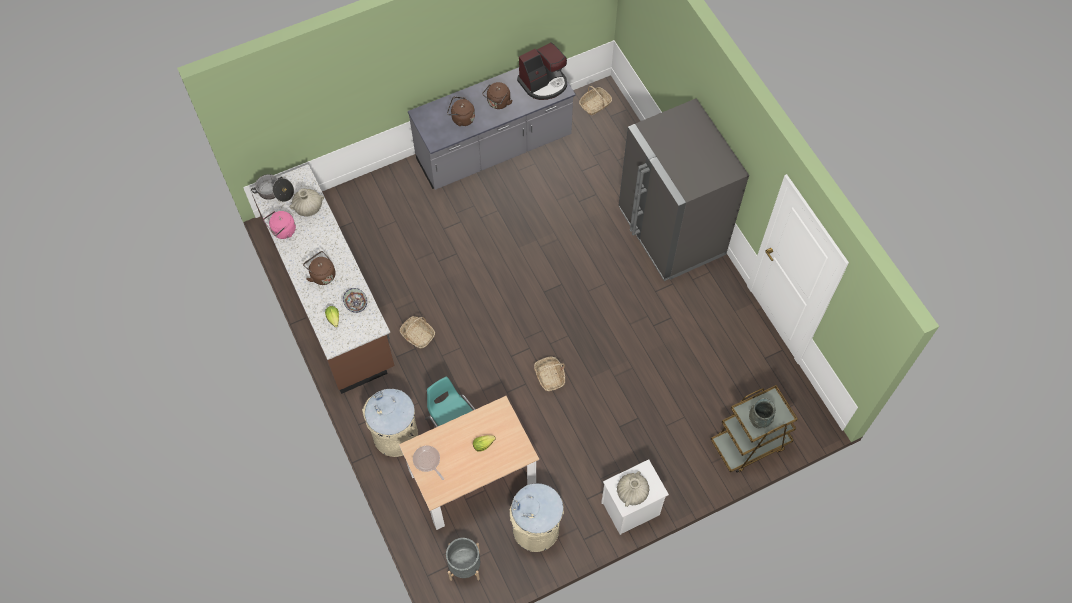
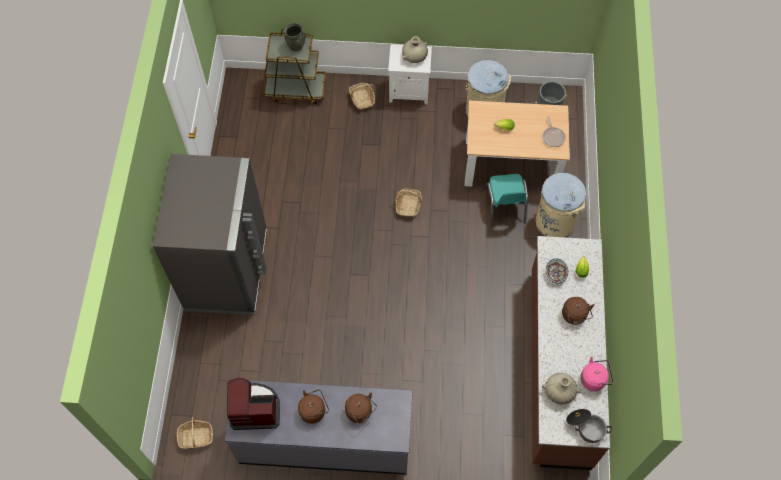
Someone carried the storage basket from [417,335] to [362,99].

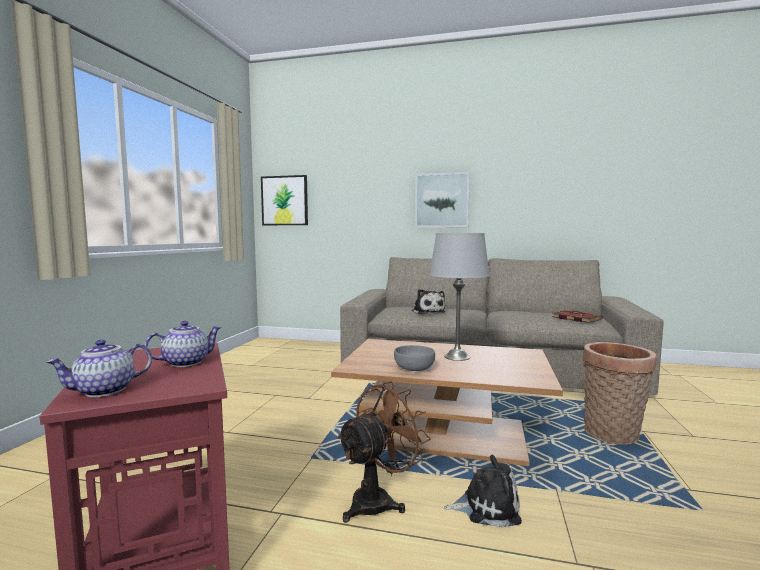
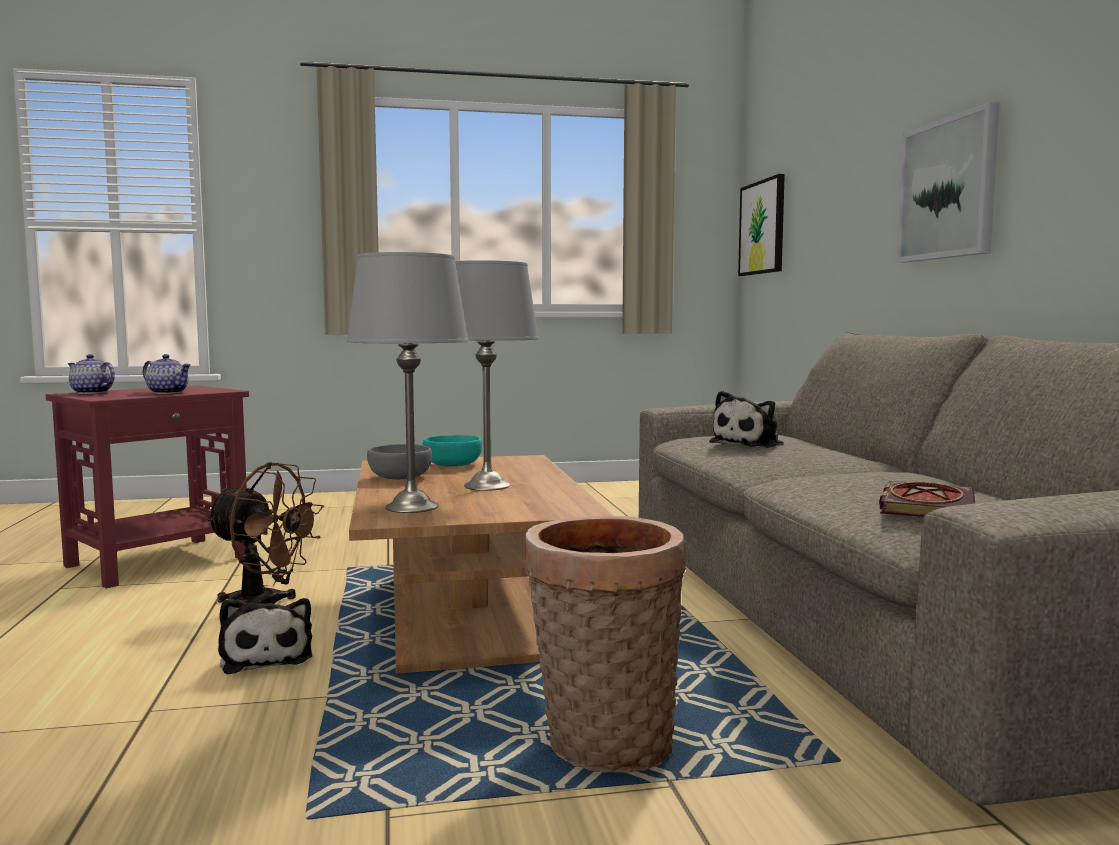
Someone put down the grey table lamp at [412,507]. Someone put down the blue-green deep dish at [453,465].

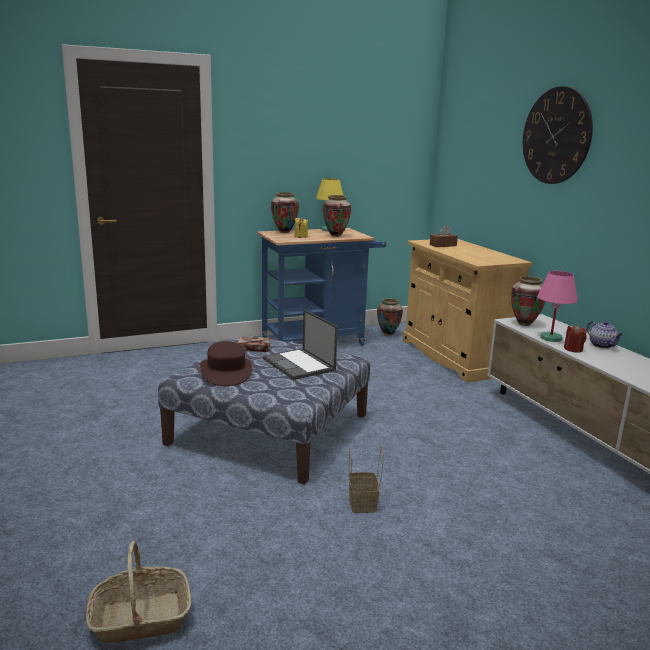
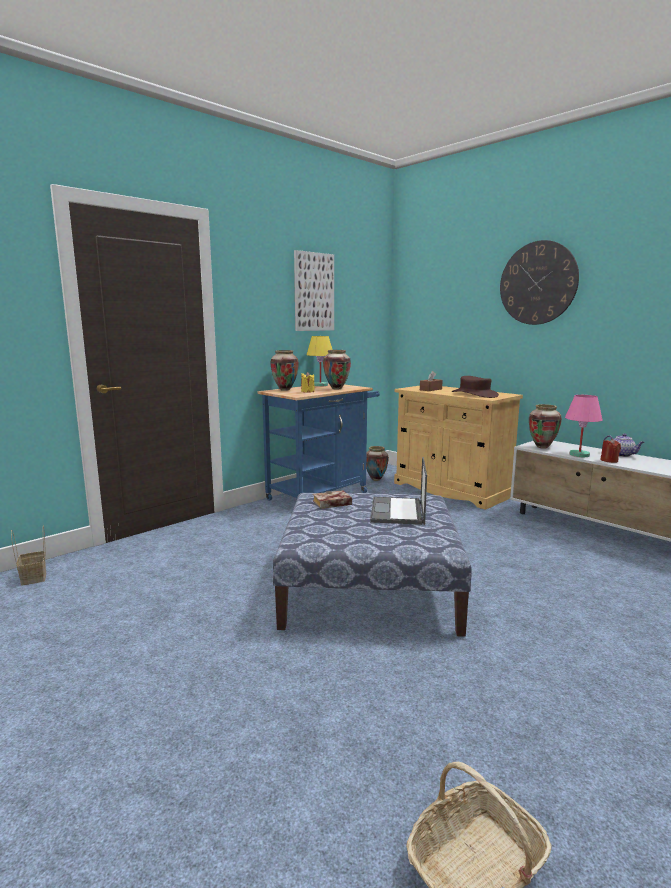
Someone carried the storage basket from [363,504] to [34,578]. Someone put up the wall art at [314,292]. Someone rotated the portable computer at [299,364] by 60 degrees clockwise. Someone carried the brown-coloured clothing hat from [226,372] to [474,394].

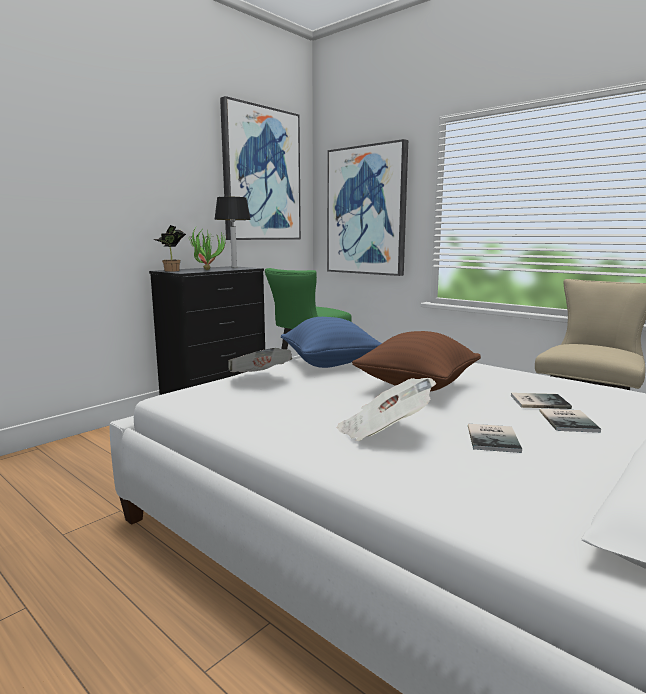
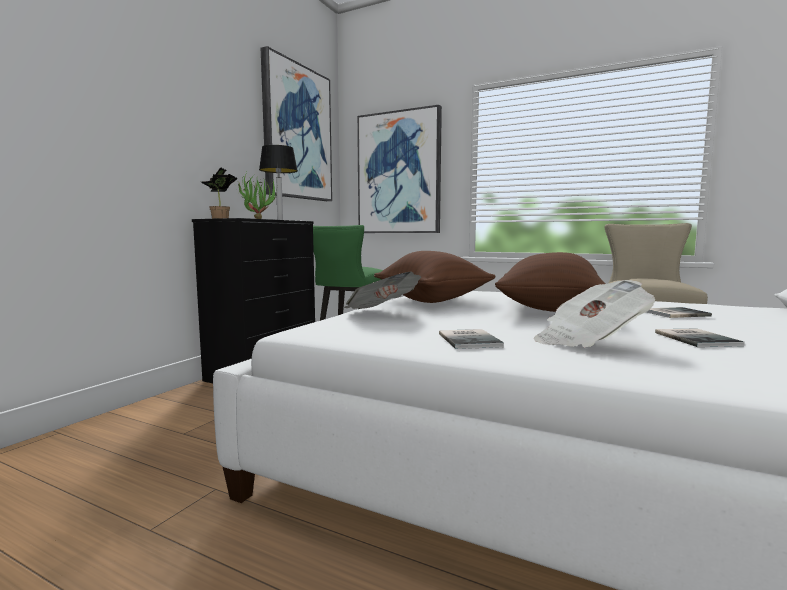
Someone repainted the blue pillow at [330,364], which became the brown-coloured pillow at [432,301]. Someone carried the book from [569,421] to [470,340].

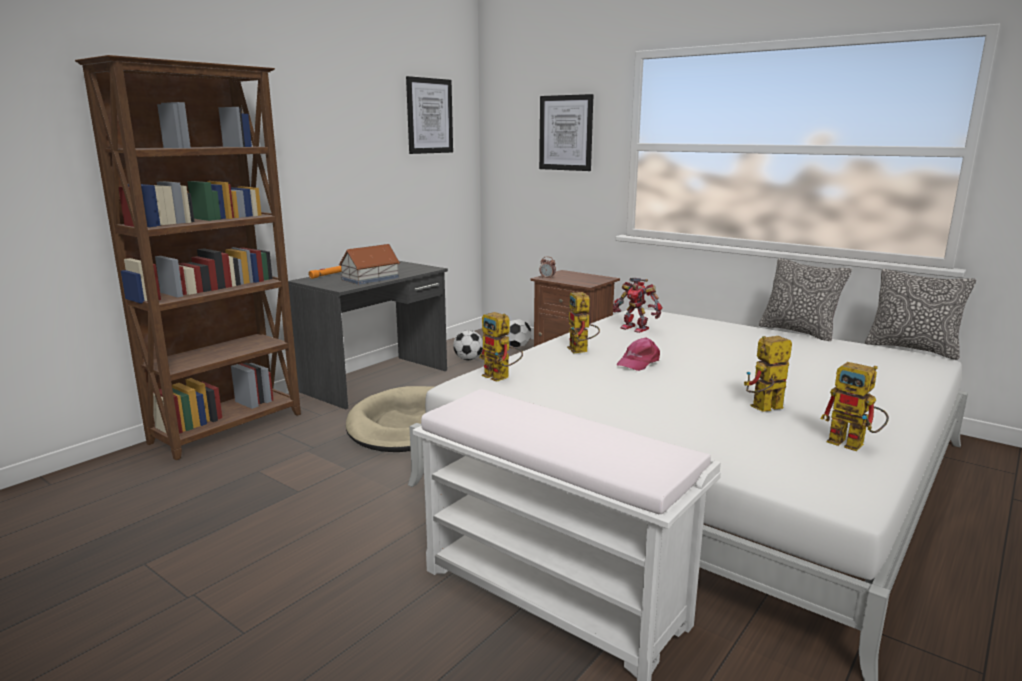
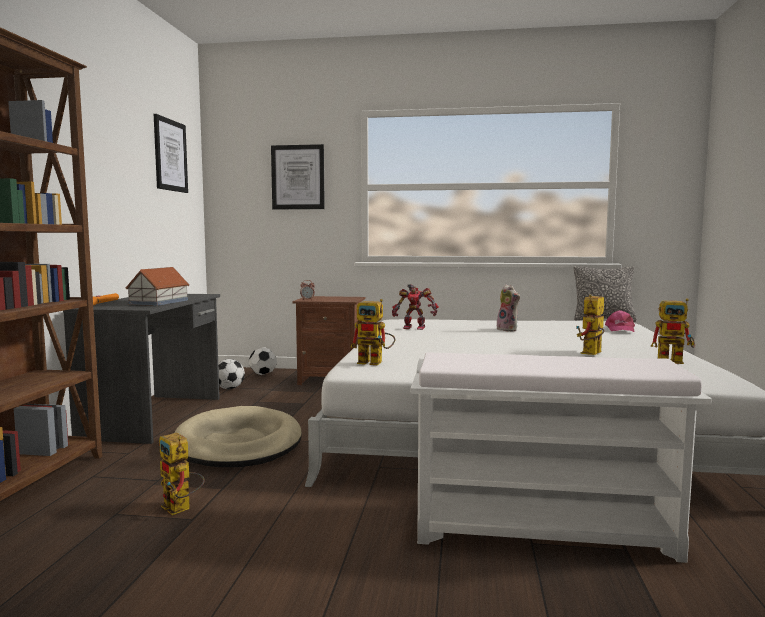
Someone carried the robot figure from [581,351] to [181,509]. Someone put down the cuddly toy at [508,330]. Someone carried the pink-coloured cap from [638,362] to [619,329]. Someone took away the pillow at [798,332].

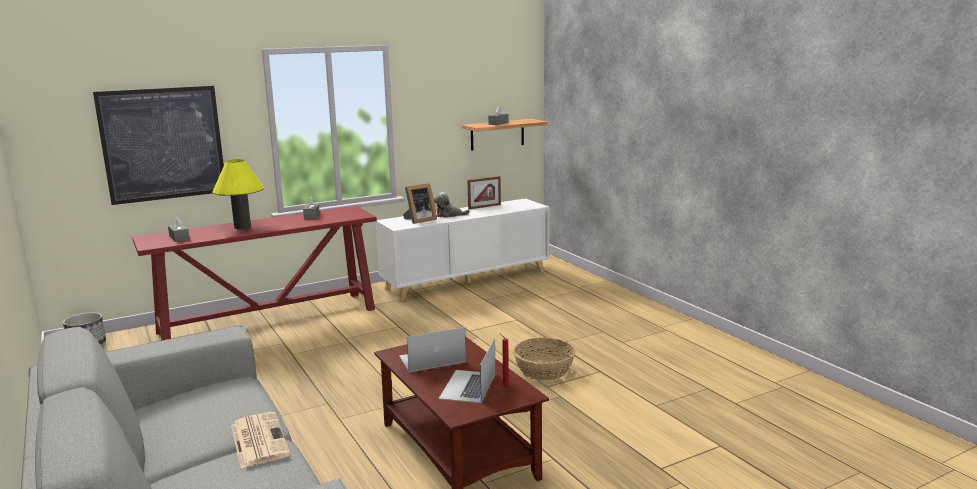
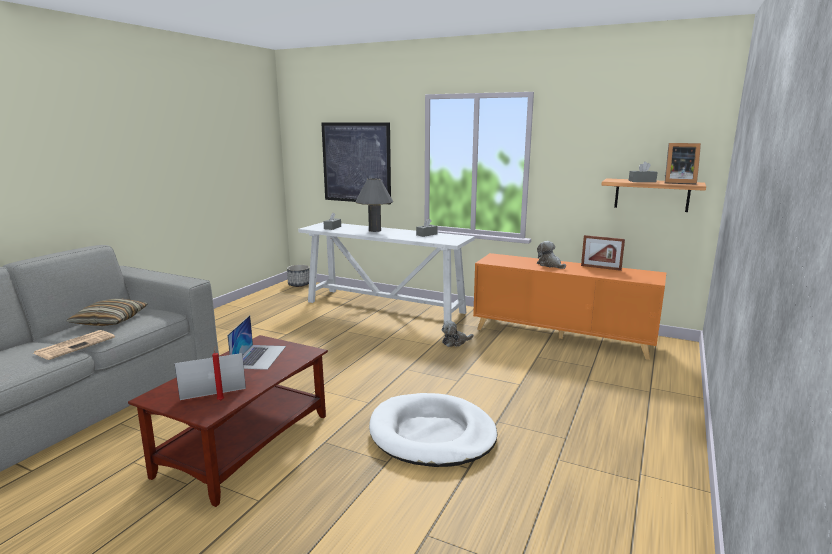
Someone put down the pillow at [110,320]. Someone rotated the portable computer at [432,359] by 60 degrees clockwise. Someone repainted the red-coloured narrow table at [270,320], which became the white narrow table at [385,307]. Someone repainted the yellowish table lamp at [242,227], which became the grey table lamp at [375,230]. Someone swapped the storage basket at [544,370] for the white dog cushion at [432,434]. Someone put down the cuddly toy at [455,342]. Someone repainted the white cabinet at [467,280], which became the orange-coloured cabinet at [562,336]. Someone carried the standing frame from [419,220] to [677,183].

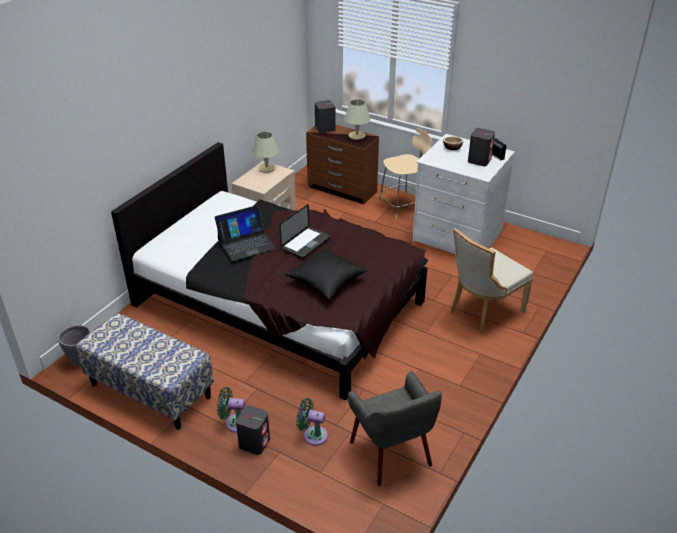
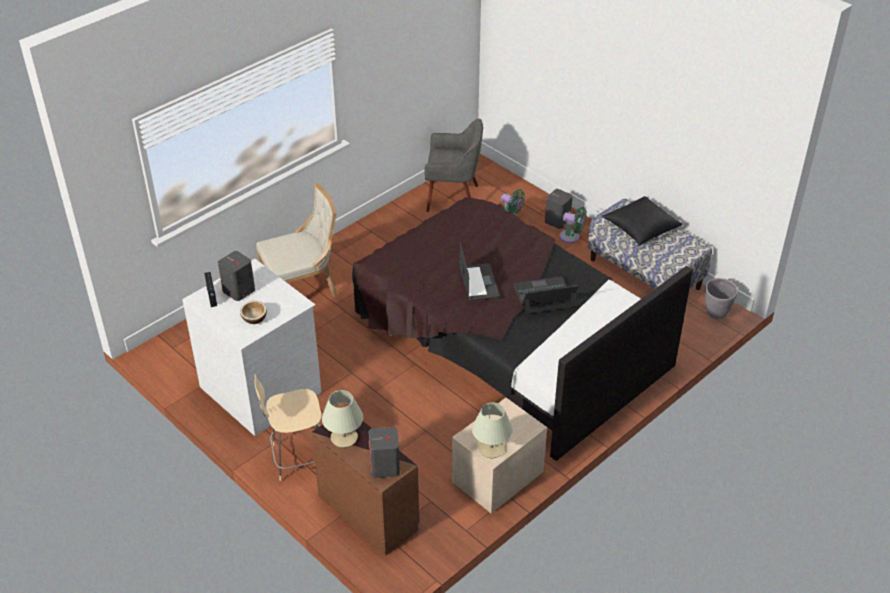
Someone rotated the grey lounge chair at [391,453] by 105 degrees clockwise. Someone rotated the portable computer at [305,243] by 120 degrees clockwise. Someone carried the black-coloured pillow from [326,281] to [641,228].

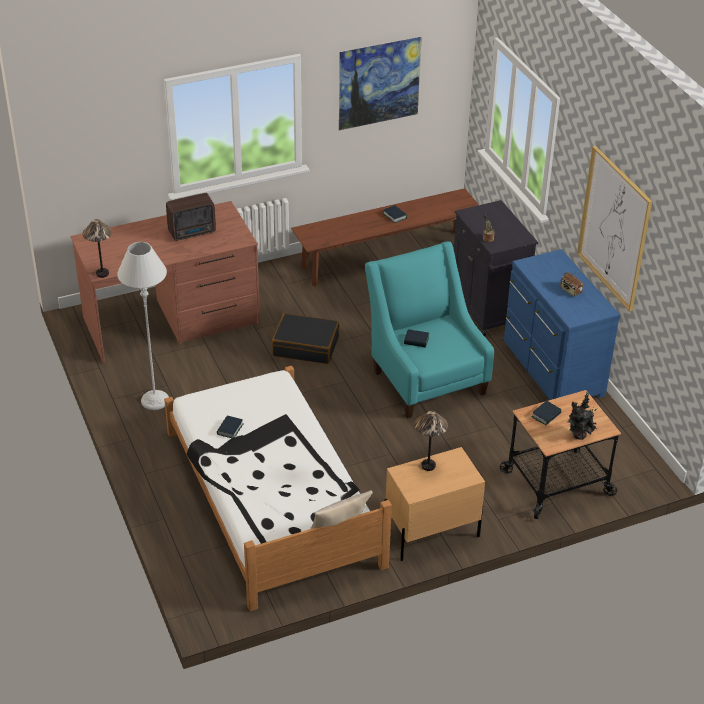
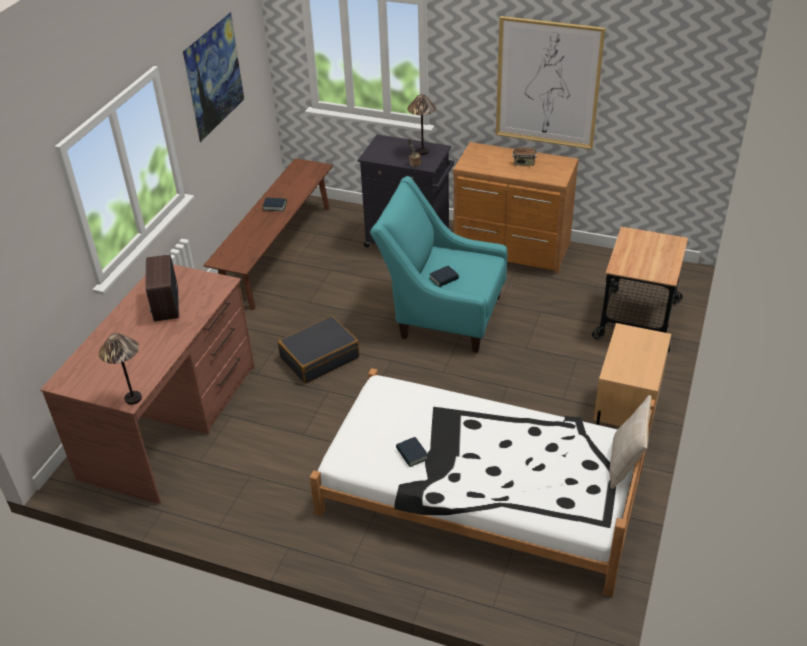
Someone rotated the radio set at [193,232] by 150 degrees clockwise. Someone carried the table lamp from [428,465] to [422,152]. Someone repainted the blue dresser at [551,369], which became the brown-coloured dresser at [512,250]. Someone took away the grey standard lamp at [155,400]. Someone took away the book at [546,415]. Someone took away the potted plant at [579,436].

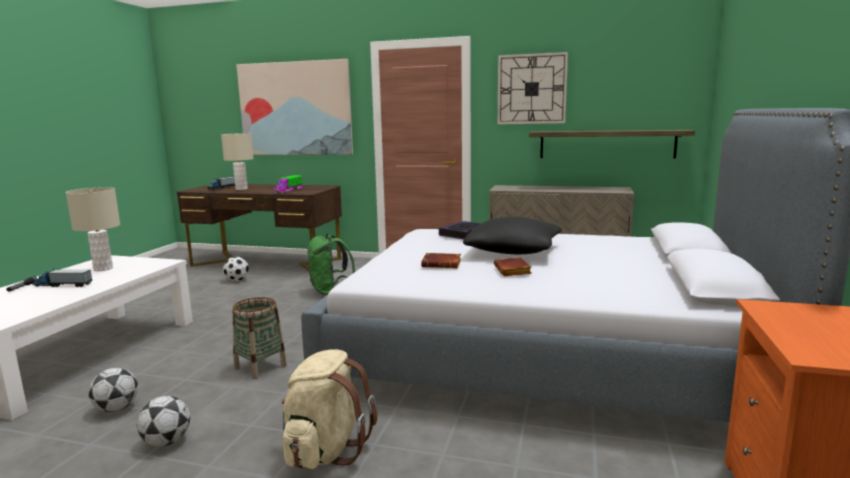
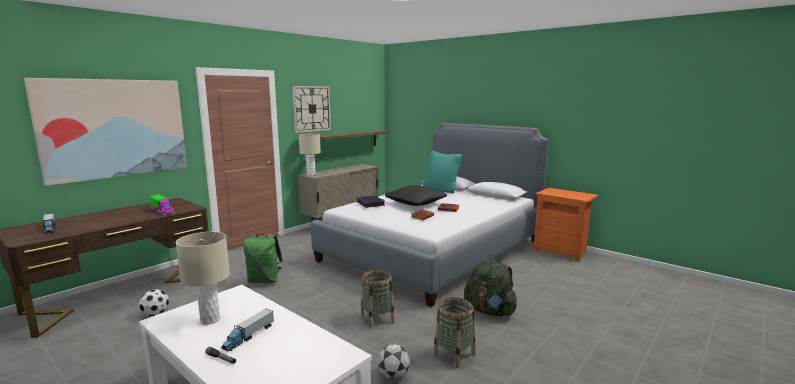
Someone carried the sand-coloured table lamp from [241,189] to [311,174]. Someone put down the blue-green pillow at [441,189]. Someone swapped the football at [166,442] for the storage basket at [454,355]. Someone repainted the sand-coloured knapsack at [325,450], which became the greenish knapsack at [490,311].

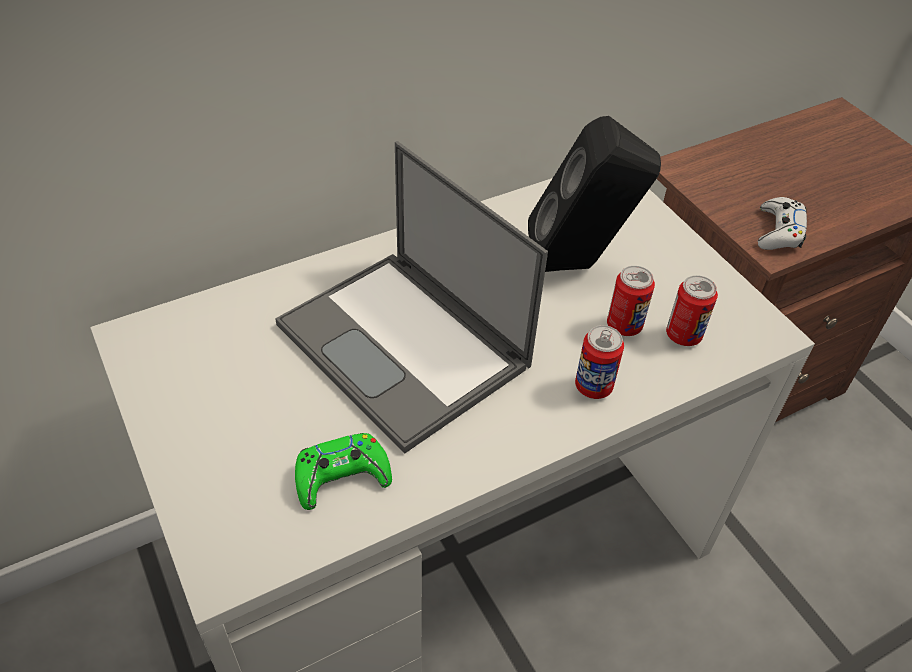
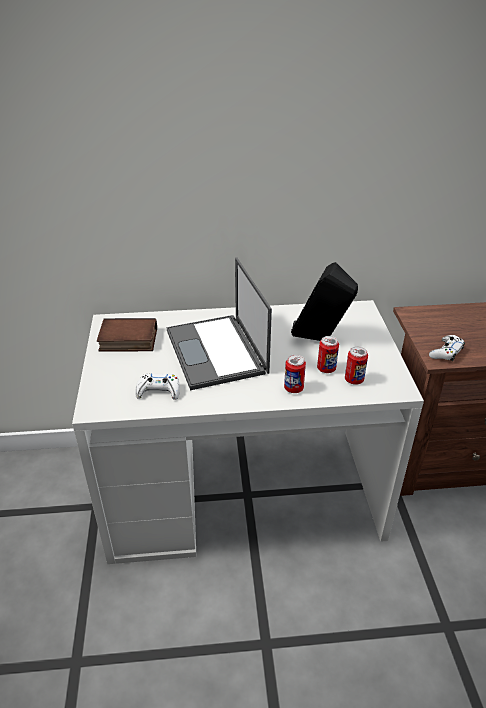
Someone put down the book at [127,341]. Someone repainted the greenish game controller at [342,477], which became the white game controller at [158,391].

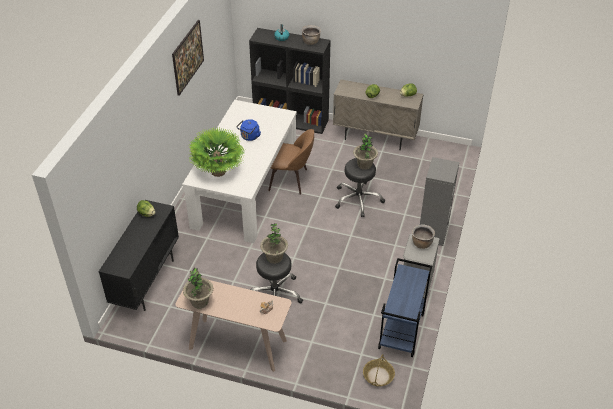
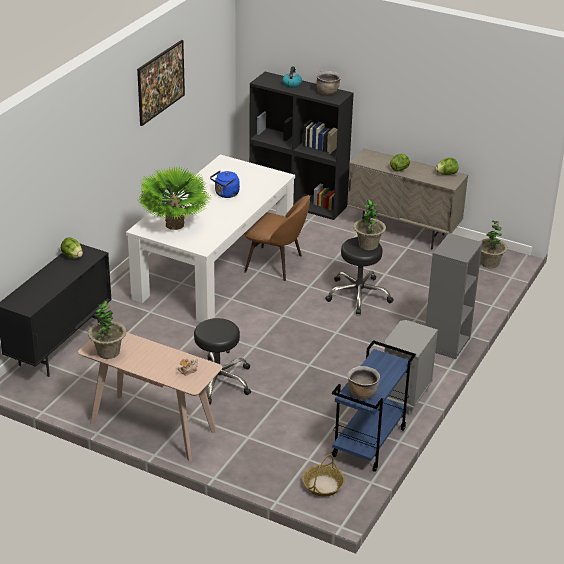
Someone carried the brown-coloured cooking pot from [421,243] to [362,394]. Someone carried the potted plant from [274,257] to [490,263].

